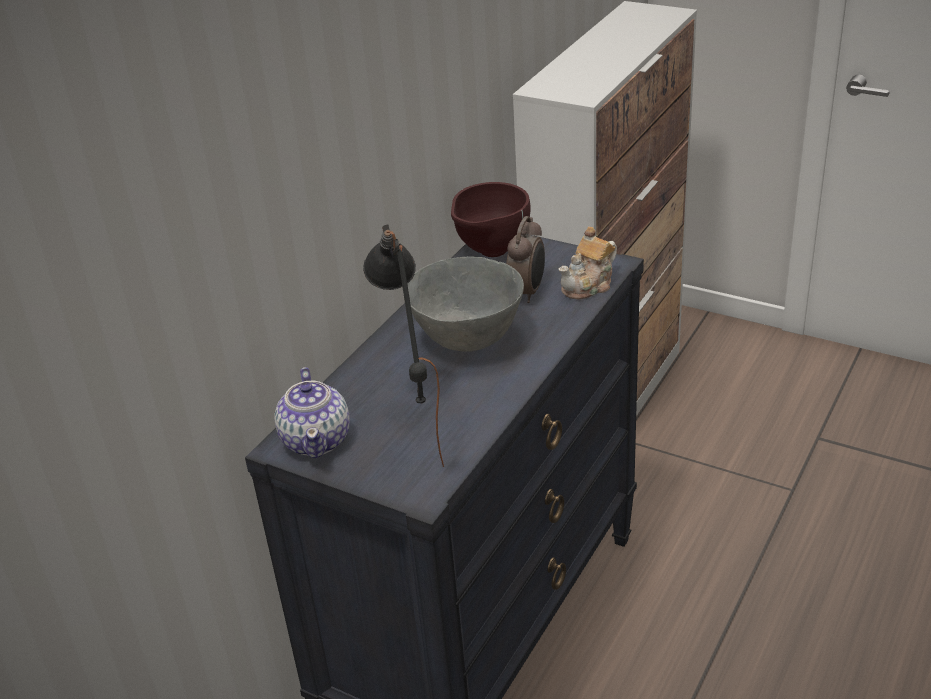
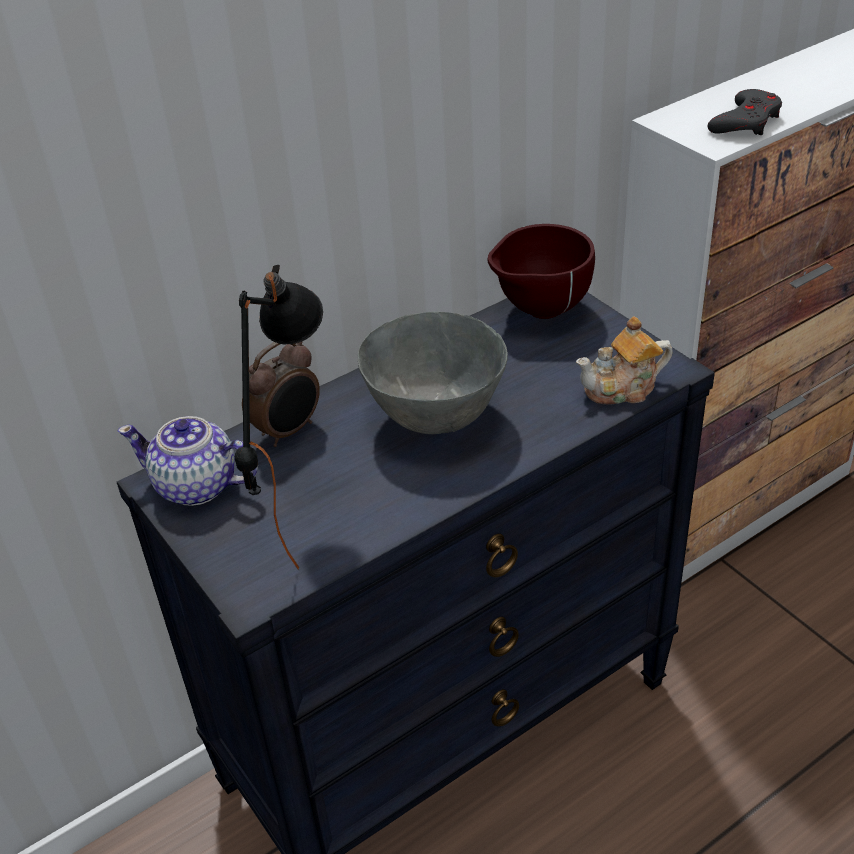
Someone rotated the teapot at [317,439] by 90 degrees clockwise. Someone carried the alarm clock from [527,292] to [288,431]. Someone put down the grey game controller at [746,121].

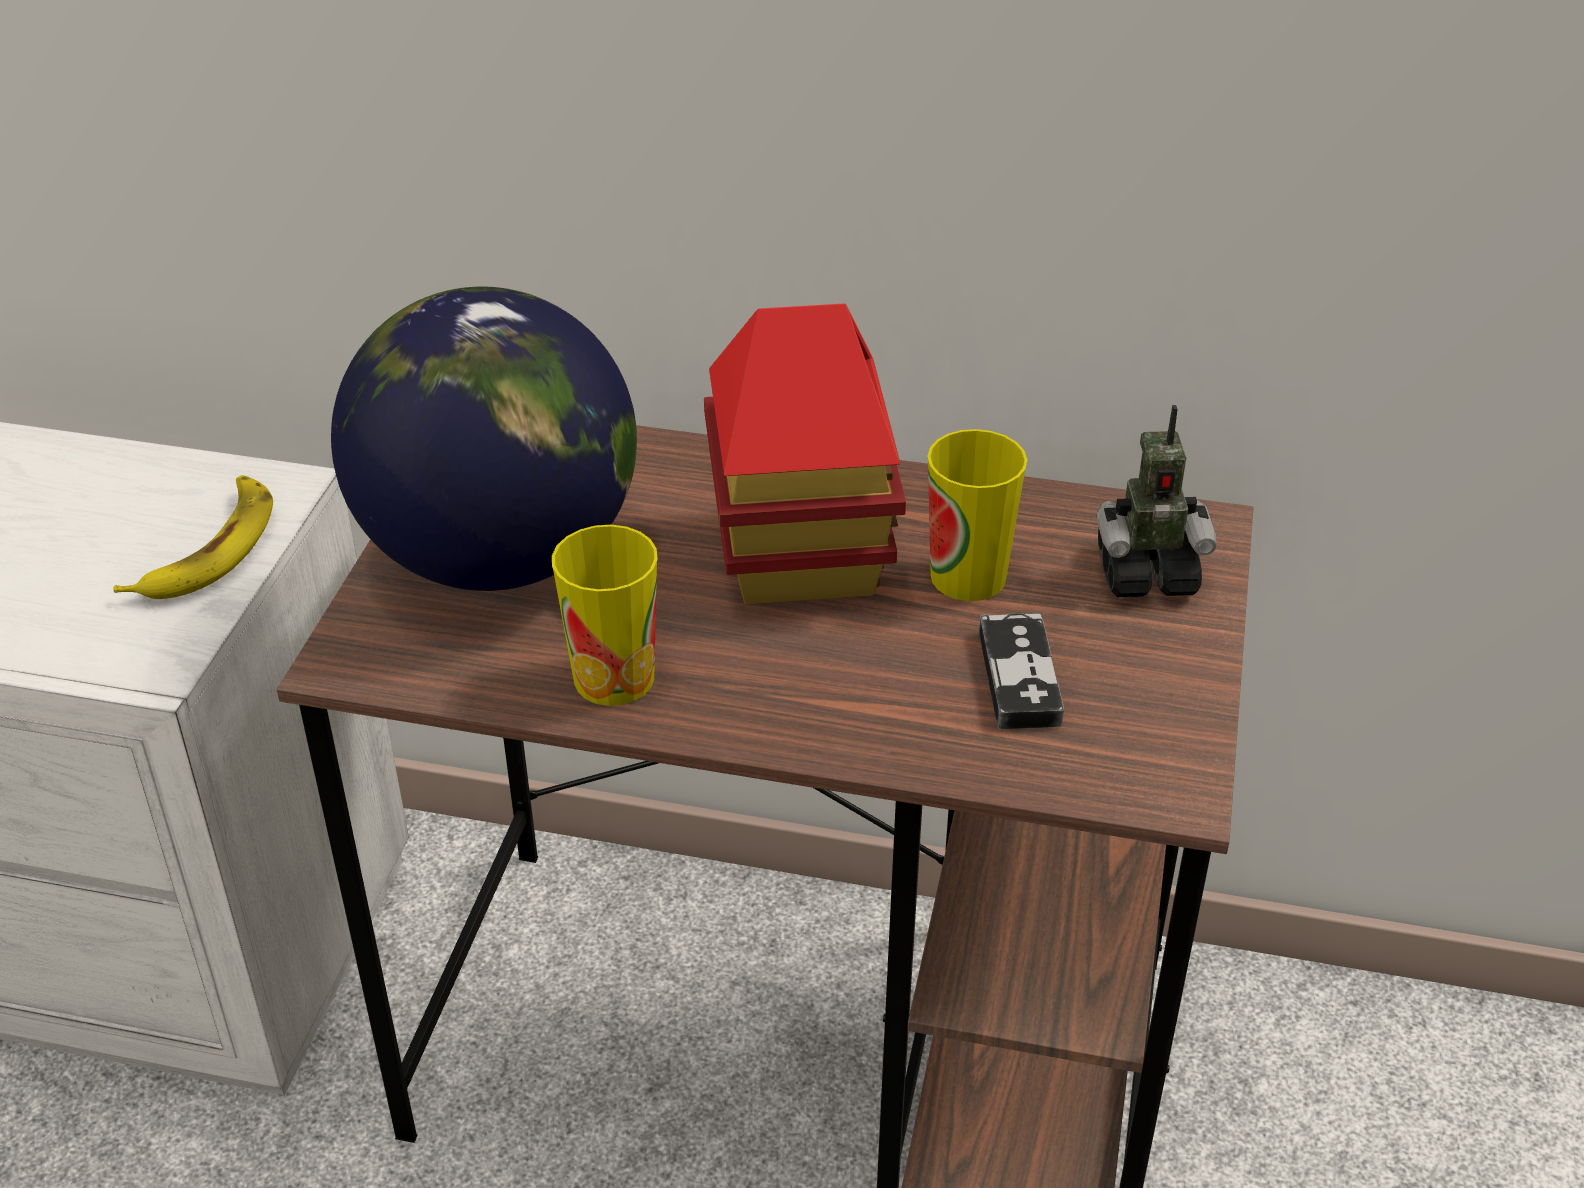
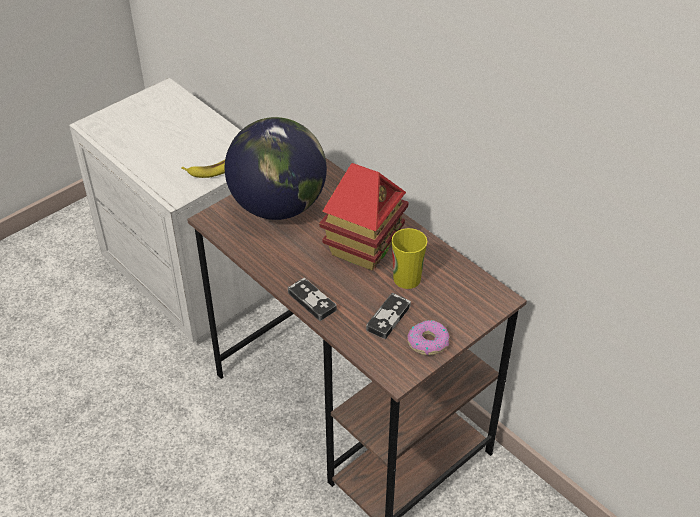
Someone put down the game controller at [312,301]. Someone put down the donut at [428,342]. Someone took away the drinking cup at [614,678]. Someone took away the robot figure at [1146,573].

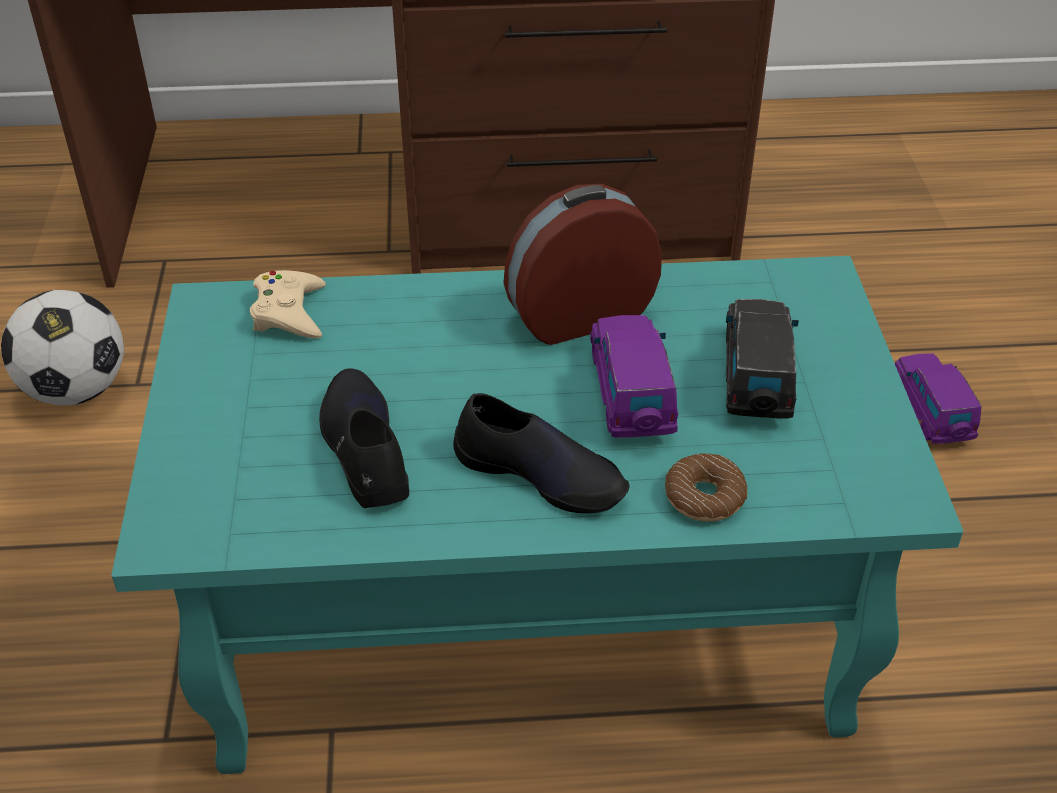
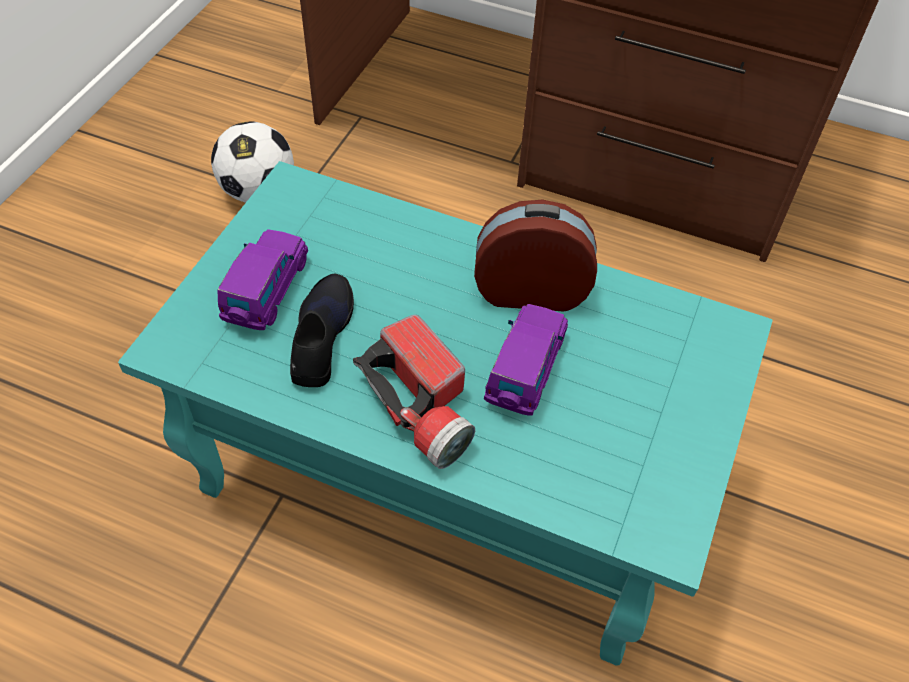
Someone carried the purplish toy car from [931,413] to [266,292]. Someone swapped the black-coloured item of footwear at [541,473] for the torch at [423,405]. Someone took away the sand-coloured game controller at [289,312]. Someone took away the donut at [704,497]. Someone took away the black-coloured toy car at [756,378].

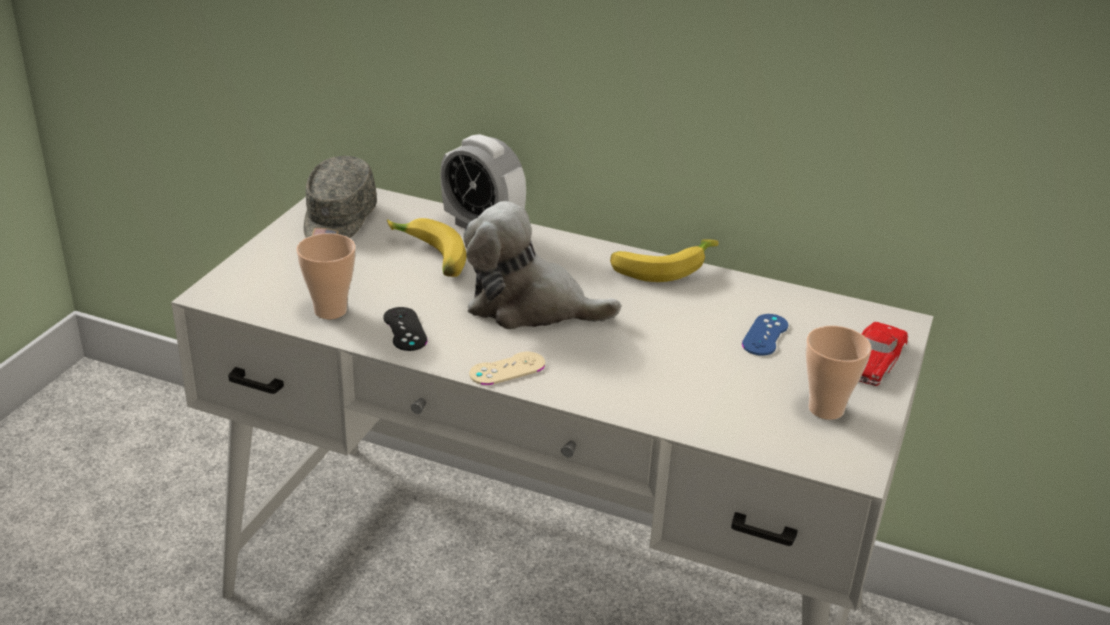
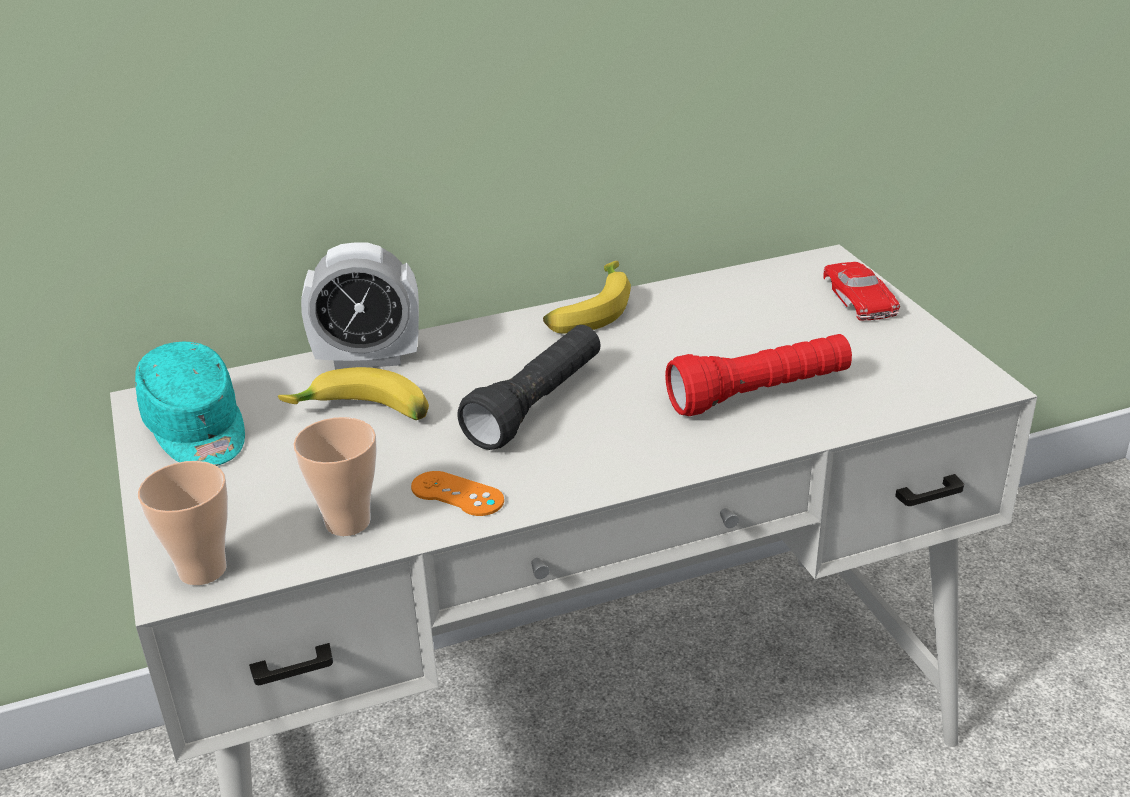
Someone repainted the grey cap at [338,220], which became the blue-green cap at [197,430]. Someone carried the drinking cup from [826,409] to [202,570]. Someone repainted the black-coloured game controller at [405,329], which became the orange-coloured game controller at [457,494]. Someone swapped the cuddly toy at [529,306] for the black-coloured torch at [536,405]. Someone put down the red-coloured torch at [759,394]. Someone took away the sand-coloured game controller at [507,369]. Someone took away the blue game controller at [765,335].

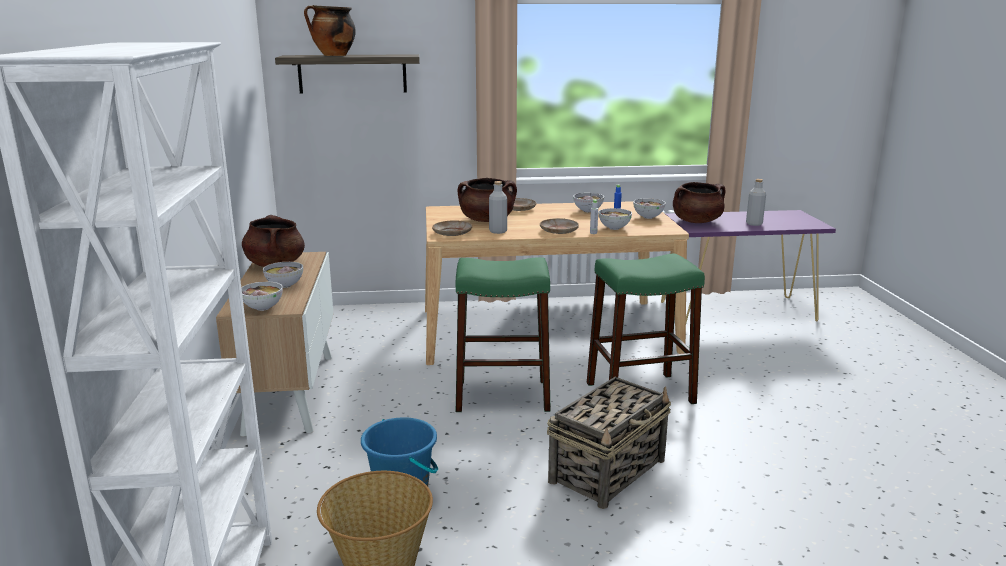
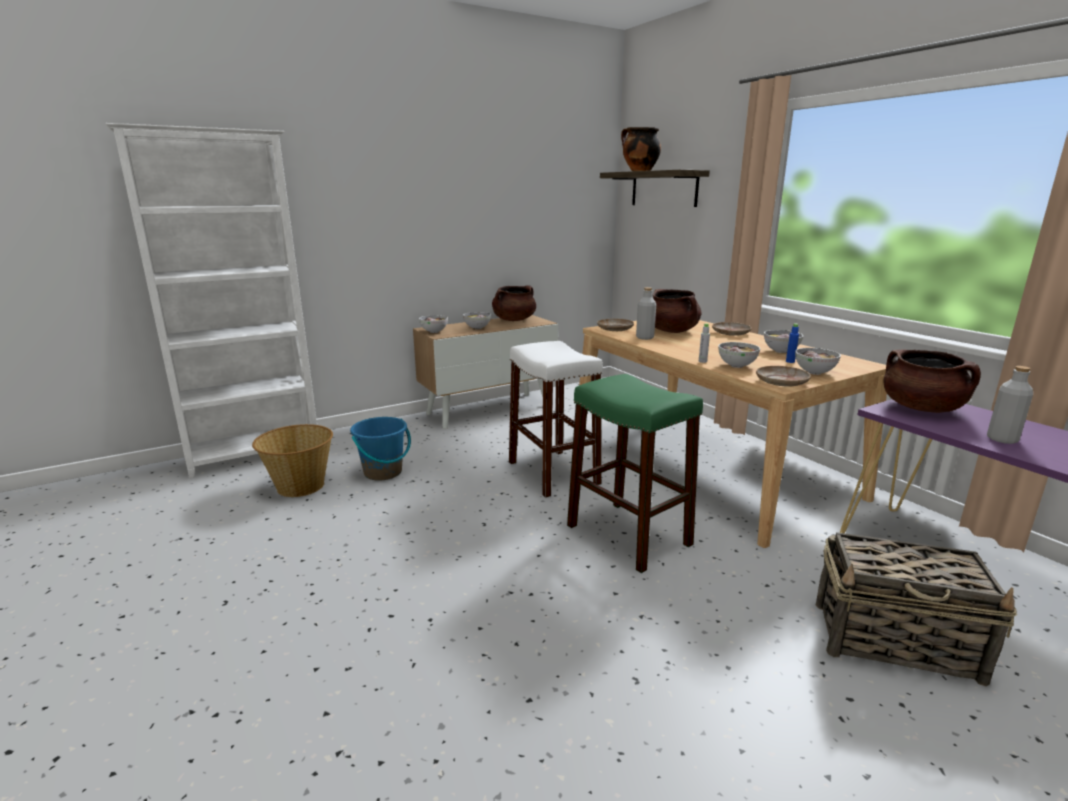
Someone repainted the greenish stool at [502,395], which became the white stool at [553,473]. Someone carried the sand-coloured dinner plate from [559,231] to [781,382]. Someone carried the storage basket from [608,470] to [897,641].

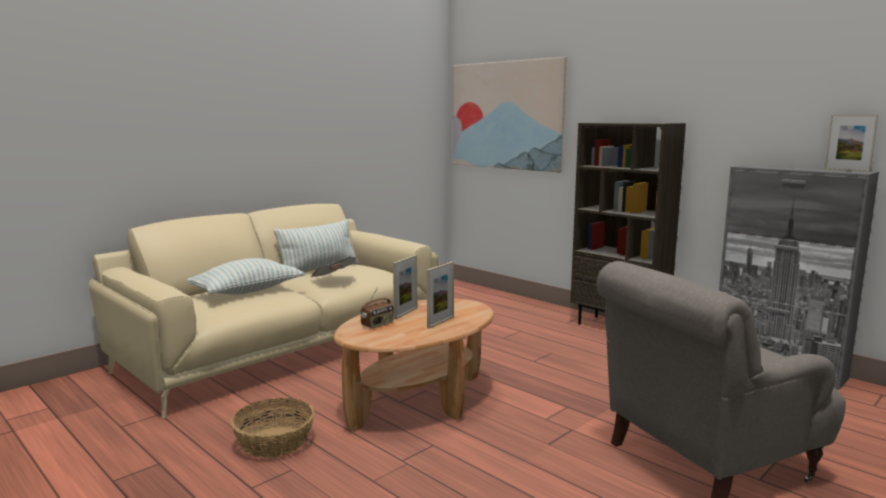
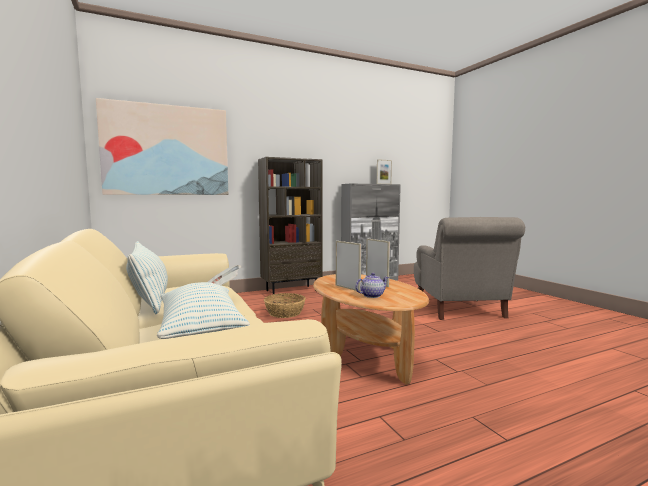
Someone carried the storage basket from [274,442] to [285,313]. Someone swapped the radio set at [378,325] for the teapot at [372,295].

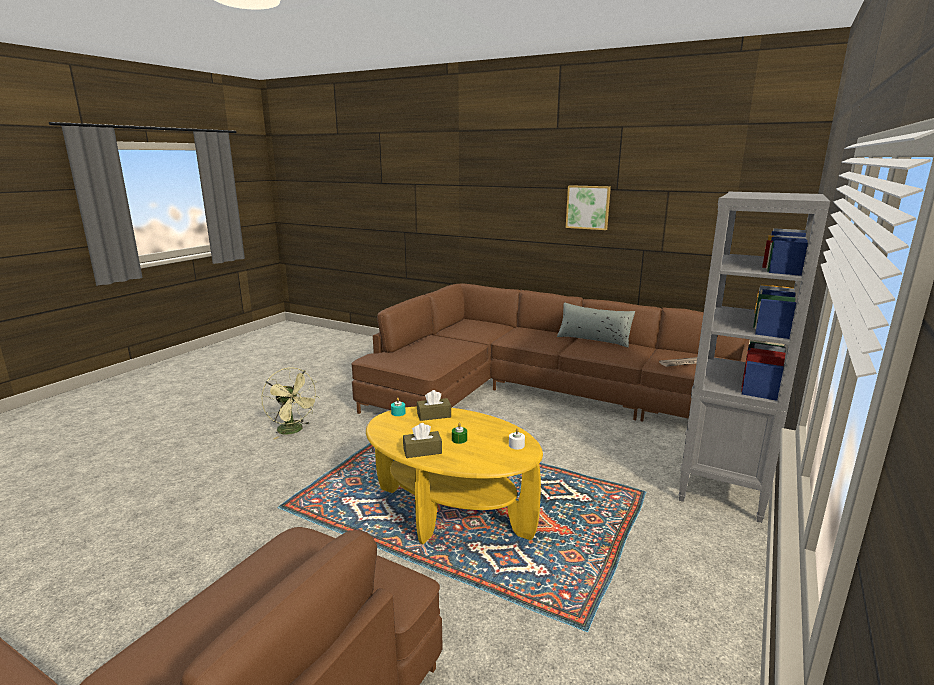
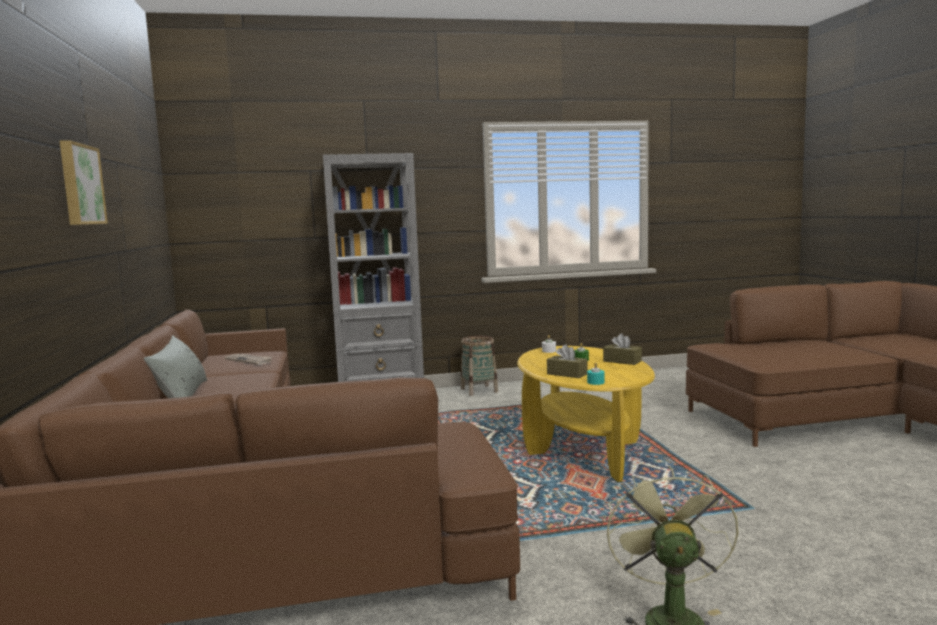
Someone put down the storage basket at [479,390].

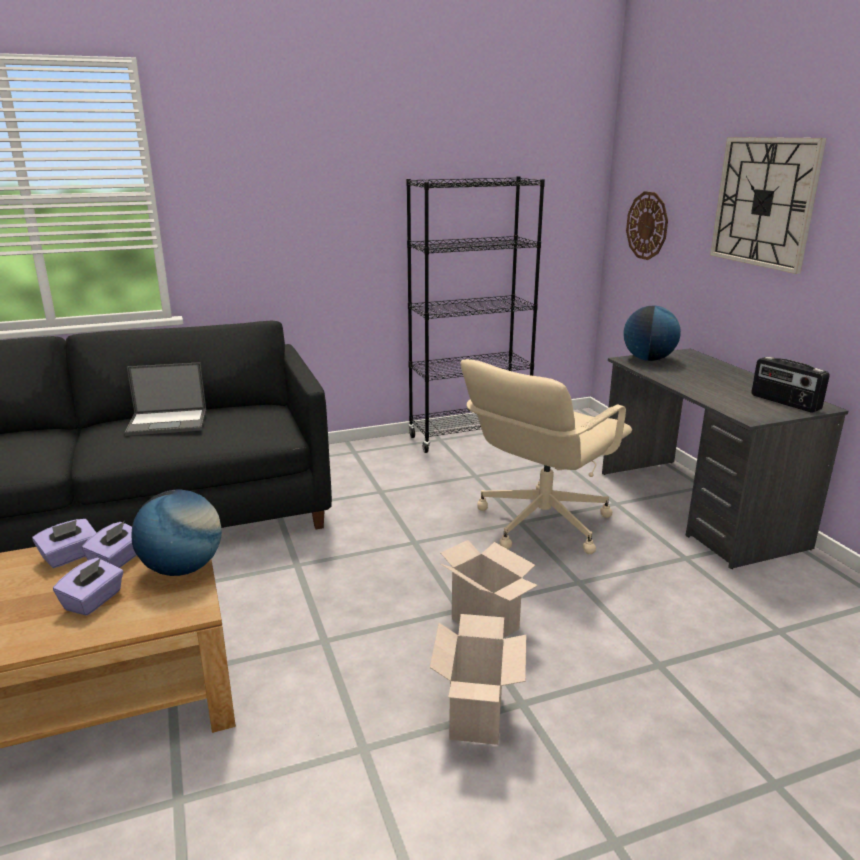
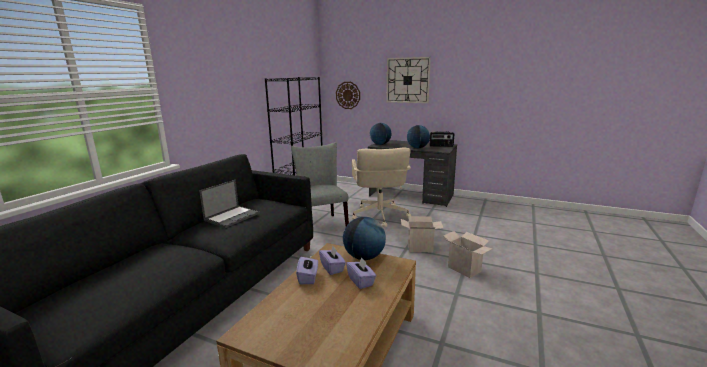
Someone put down the grey chair at [321,224]. Someone put down the world globe at [417,148].

